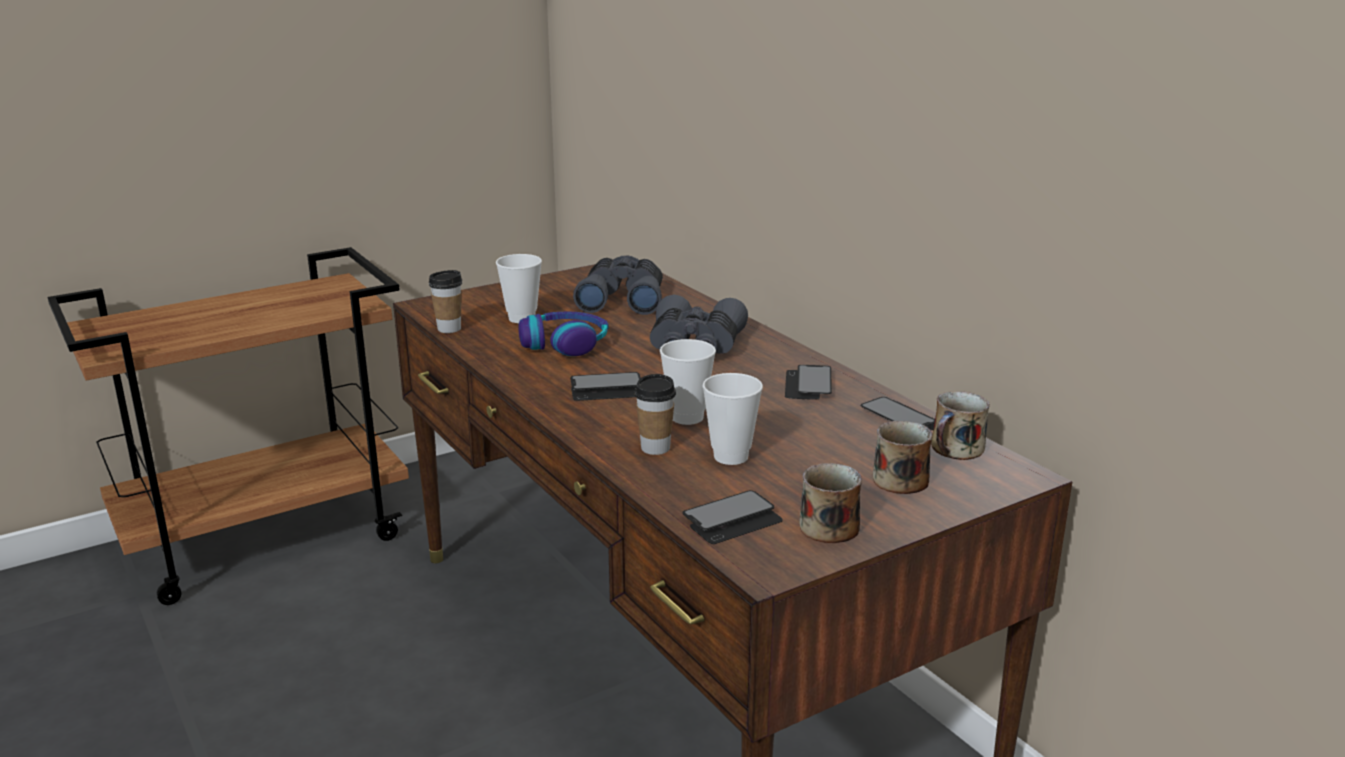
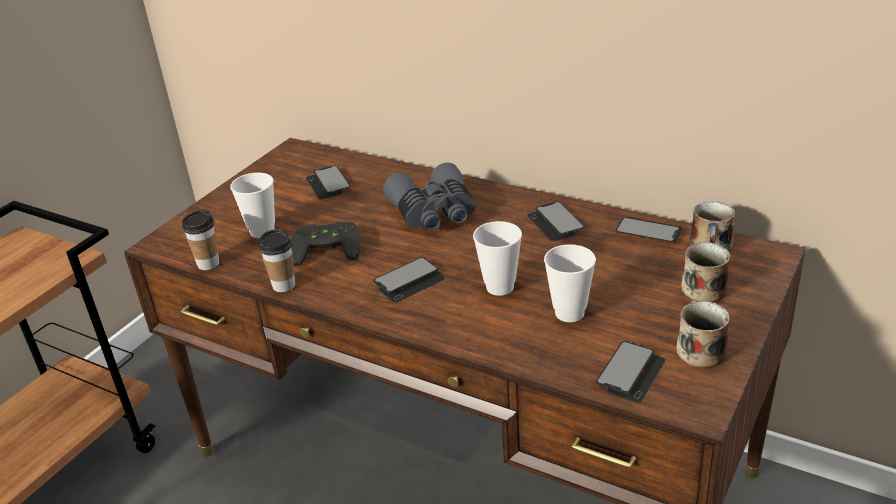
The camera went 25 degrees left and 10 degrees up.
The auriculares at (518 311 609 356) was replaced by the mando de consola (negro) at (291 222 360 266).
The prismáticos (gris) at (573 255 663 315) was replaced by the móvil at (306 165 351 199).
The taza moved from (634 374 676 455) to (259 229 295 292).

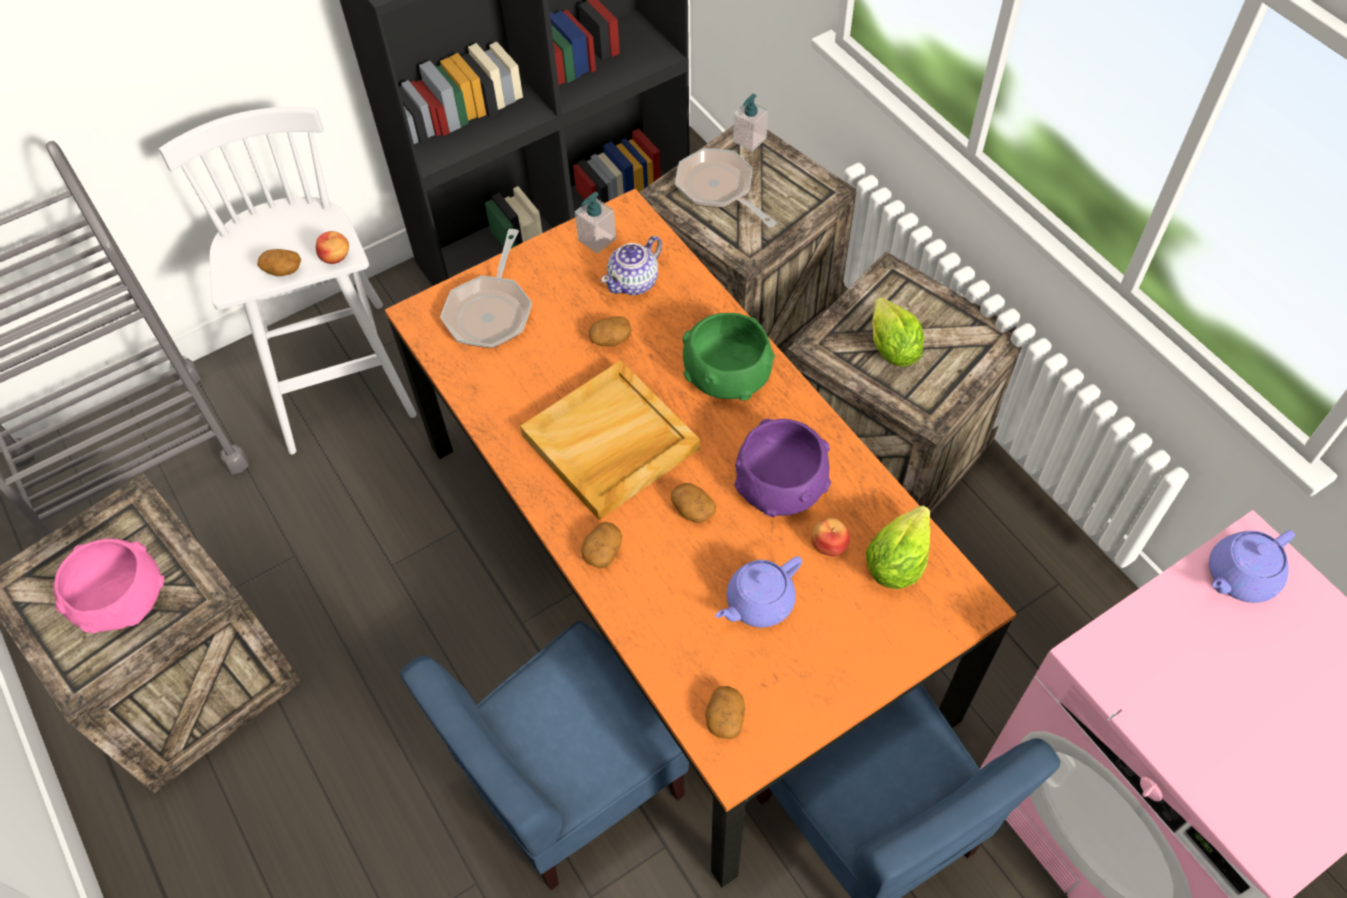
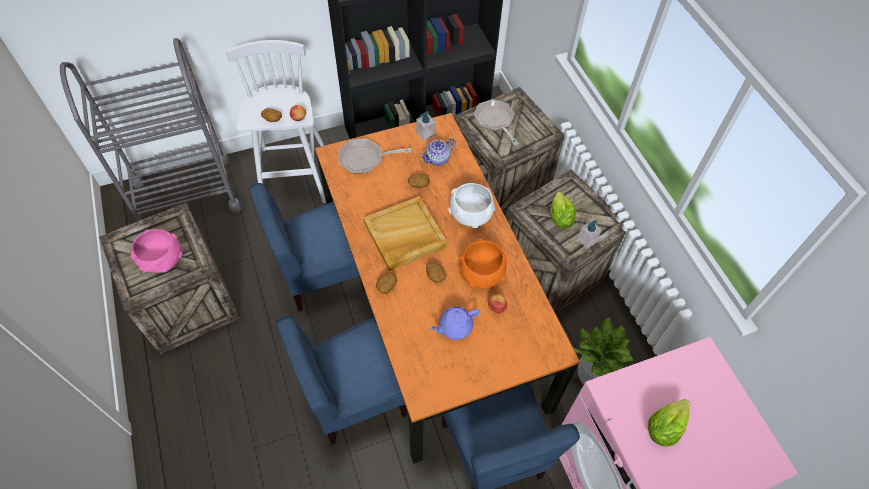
The camera went 10 degrees right and 0 degrees up.
The sartén at (440 229 532 348) turned 60 degrees clockwise.
The cuenco (verde) at (682 313 775 400) became the cuenco (blanco) at (448 183 495 228).
The patata at (705 686 745 739) disappeared.
The dispensador de jabón moved from (733 94 768 152) to (577 220 602 249).
The cuenco (morado) at (734 419 831 517) became the cuenco (naranja) at (458 239 508 289).
The lechuga moved from (866 506 930 589) to (648 399 690 447).
The tetera (morado) at (1209 530 1295 603) disappeared.
The silla (azul) at (249 183 365 312) appeared.
The planta en maceta at (573 317 633 385) appeared.

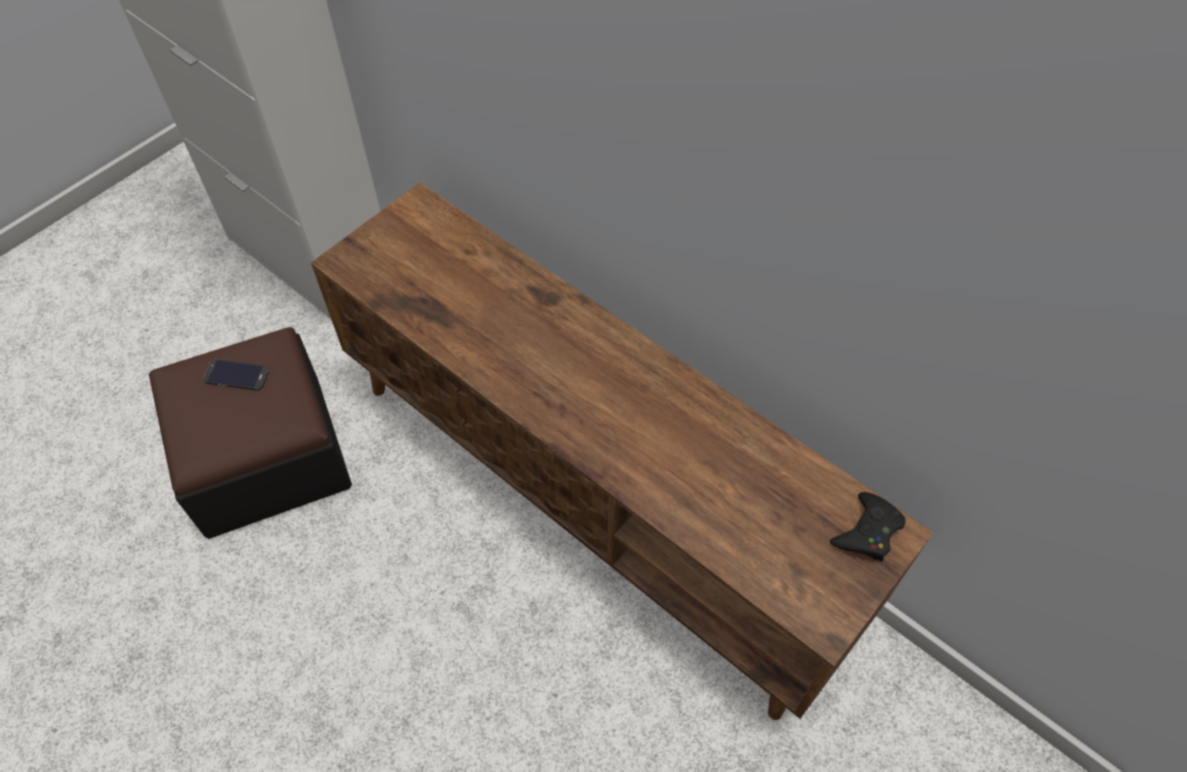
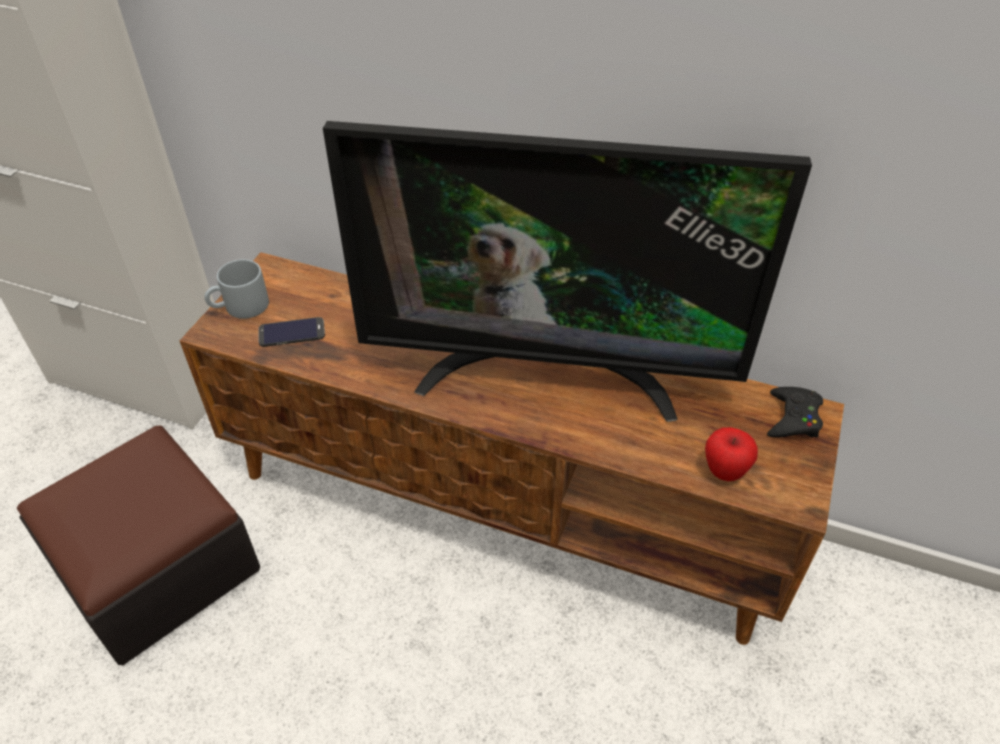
The camera went 20 degrees left and 10 degrees down.
The móvil moved from (203 359 269 390) to (258 317 325 347).
The taza grande (gris) at (205 259 269 319) appeared.
The televisor at (323 121 812 422) appeared.
The manzana at (705 427 758 481) appeared.

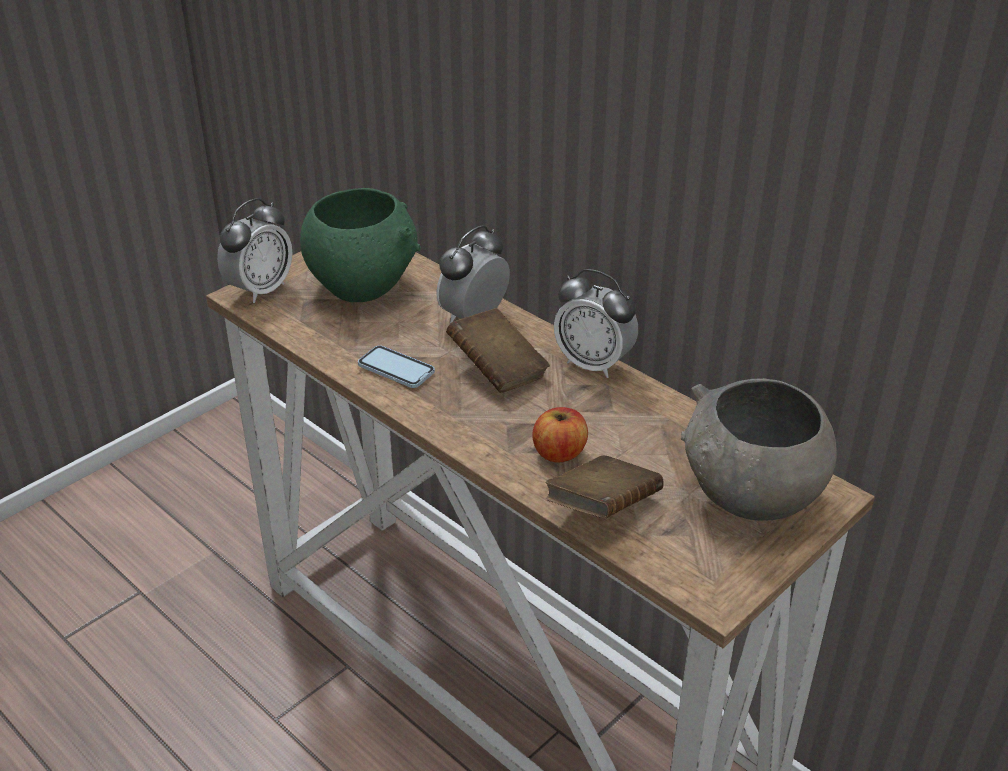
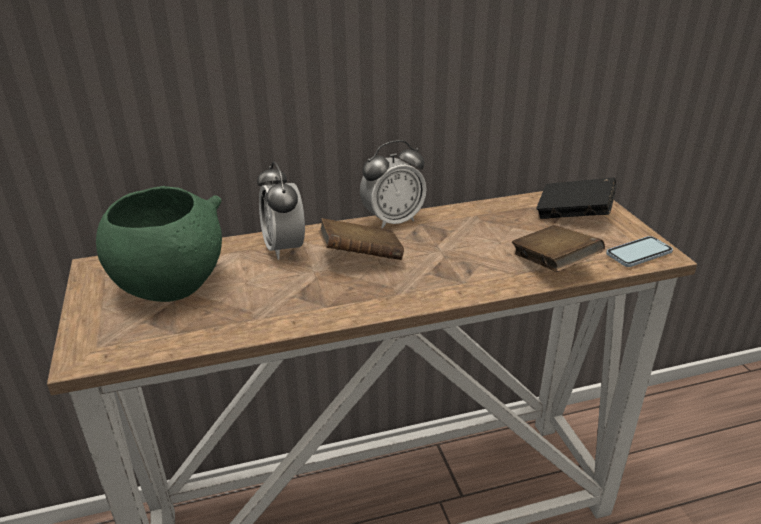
The camera went 60 degrees left and 5 degrees down.
The despertador at (217 198 293 303) disappeared.
The móvil moved from (358 345 435 388) to (606 236 673 267).
The manzana at (532 407 588 463) disappeared.
The cuenco (gris) at (681 378 837 521) was replaced by the libro (negro) at (536 177 617 219).

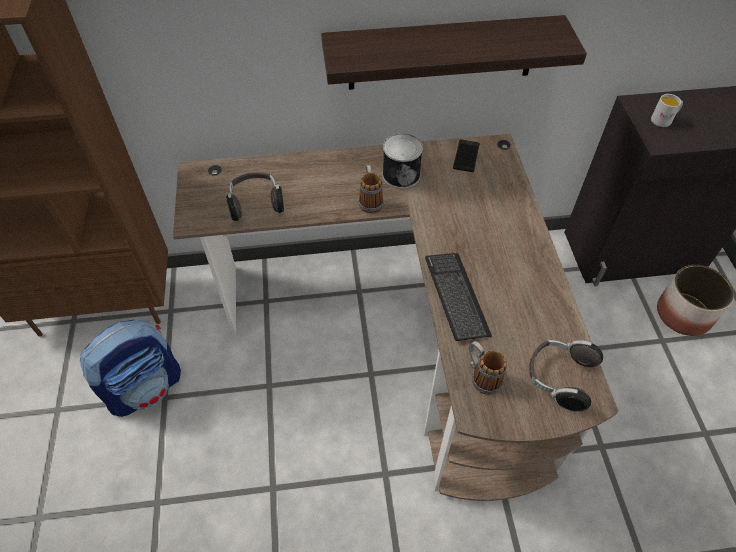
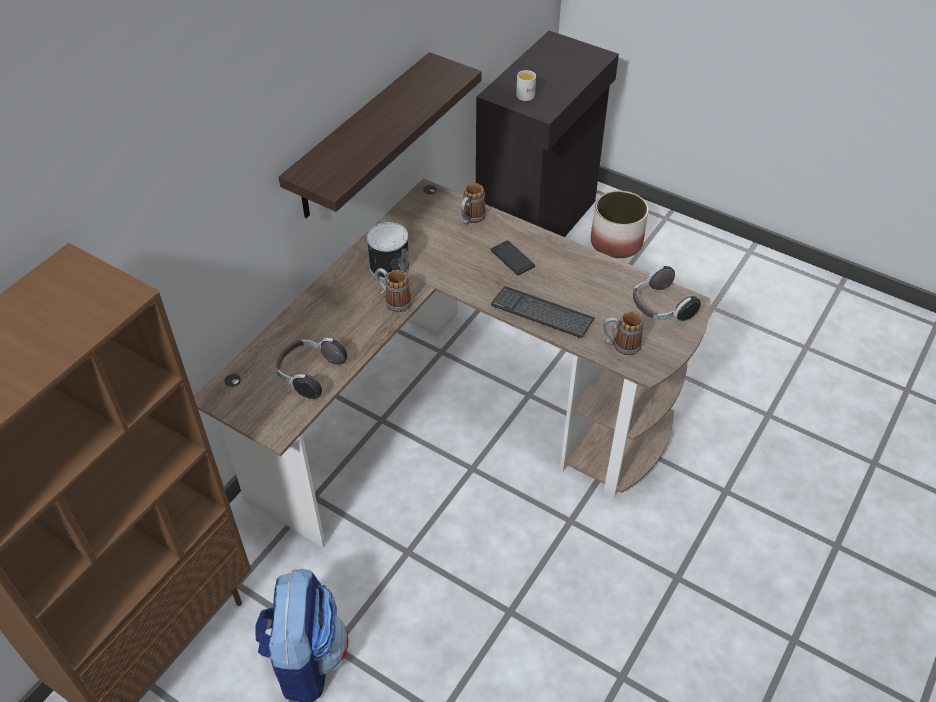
The camera went 50 degrees left and 5 degrees down.
The móvil moved from (453 140 480 172) to (490 240 535 275).
The taza grande at (461 183 486 224) appeared.

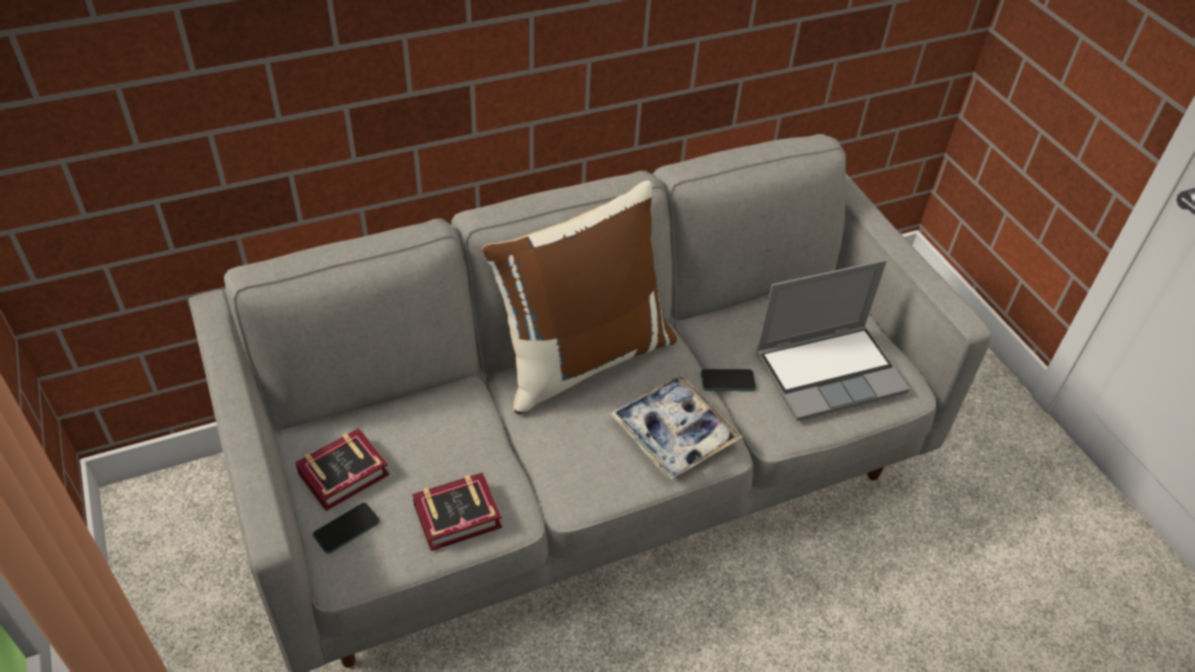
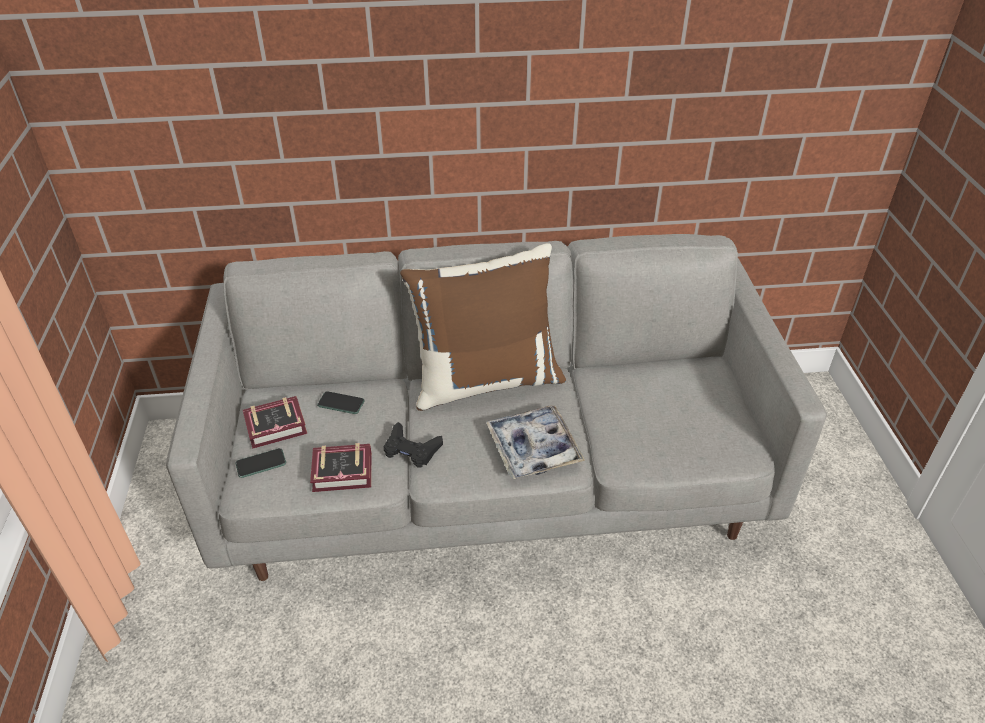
The camera went 20 degrees right and 5 degrees down.
The móvil moved from (701 369 756 391) to (317 391 365 414).
The portátil at (755 260 910 421) disappeared.
The mando de consola (negro) at (384 422 443 467) appeared.

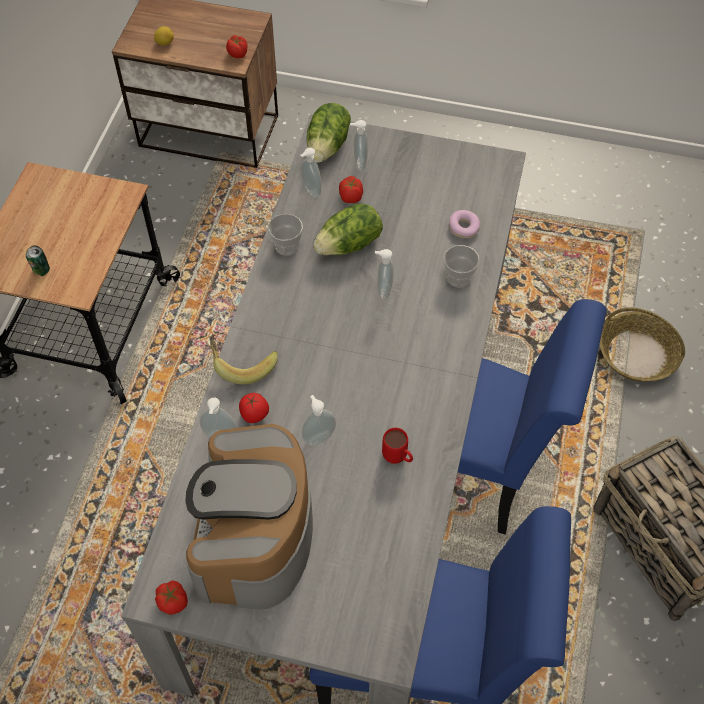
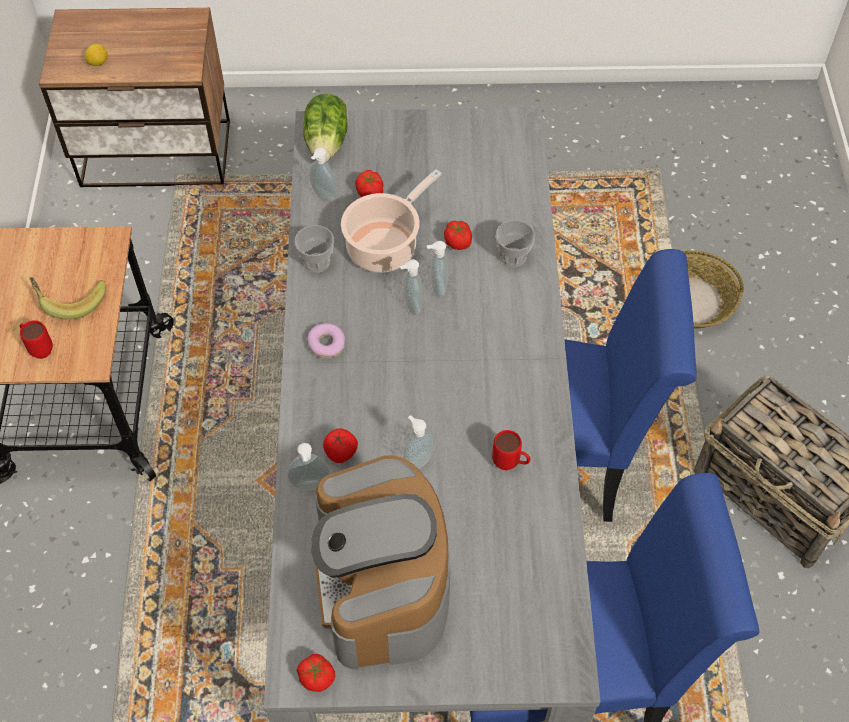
The camera went 15 degrees left and 0 degrees up.
The lata at (26 245 50 276) was replaced by the taza grande (rojo) at (20 320 53 359).
The plátano moved from (209 336 278 384) to (29 277 106 320).
The tomate moved from (226 35 248 58) to (444 220 472 250).
The lechuga at (313 204 383 255) was replaced by the olla at (341 169 442 273).
The dispensador de jabón moved from (350 120 368 171) to (400 259 423 315).
The rosquilla moved from (449 210 480 238) to (307 323 345 358).

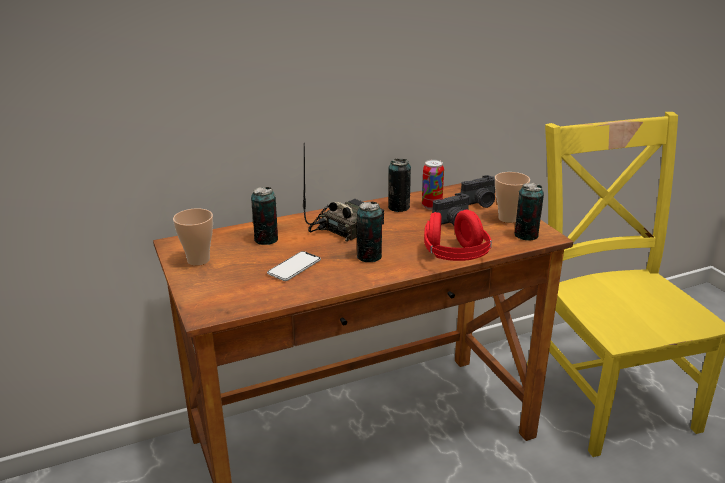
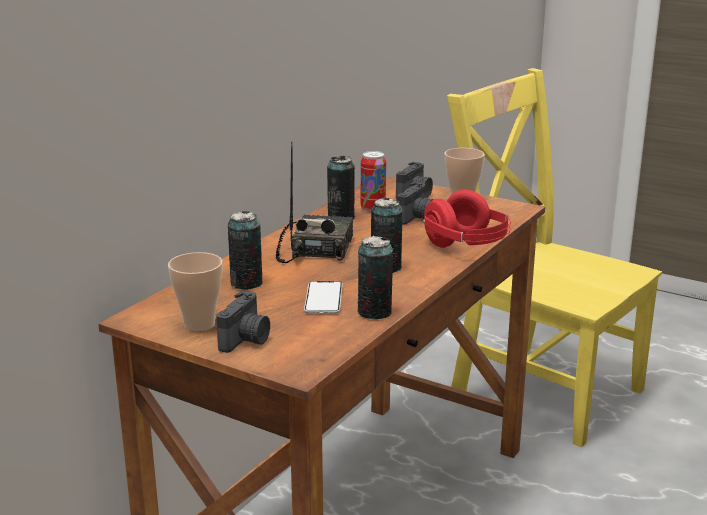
The camera went 35 degrees left and 5 degrees down.
The lata moved from (514 183 544 241) to (357 236 393 320).
The cámara at (216 291 270 353) appeared.

